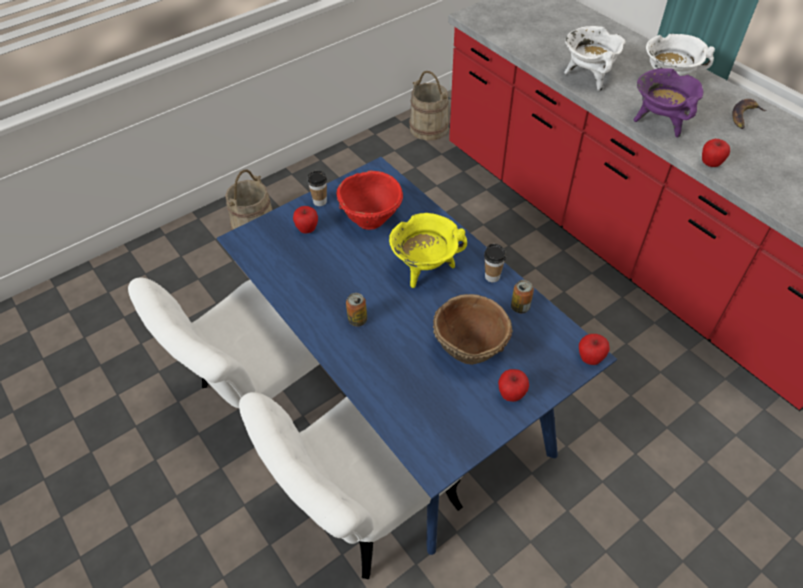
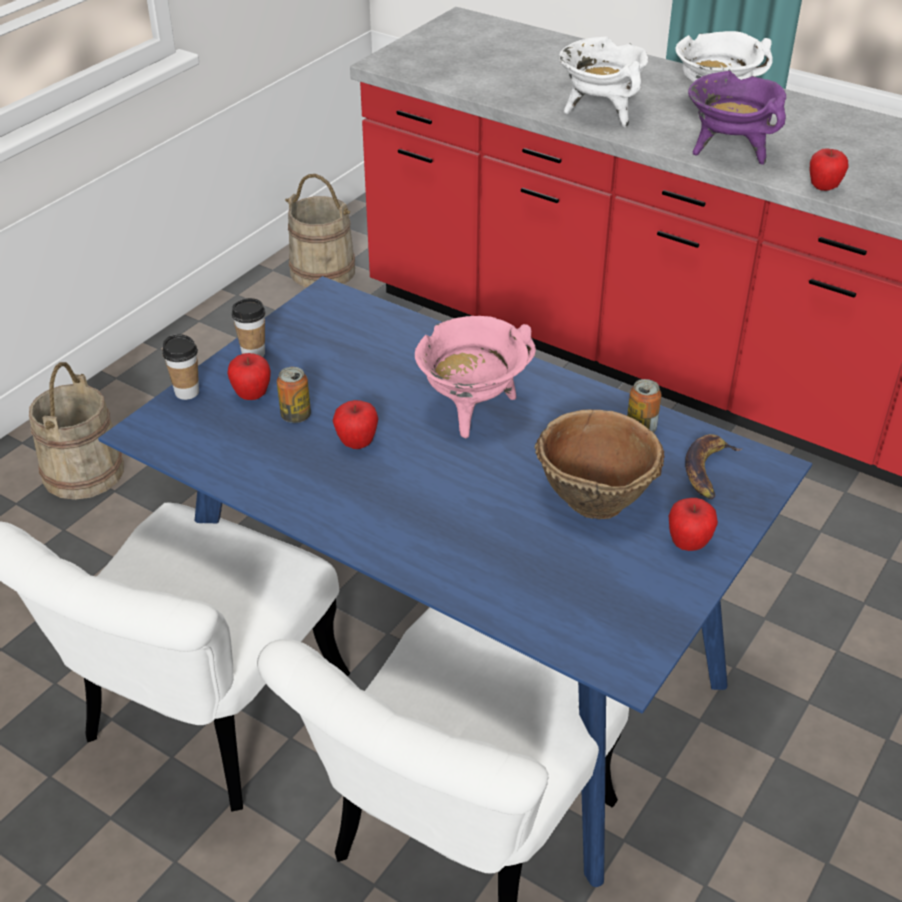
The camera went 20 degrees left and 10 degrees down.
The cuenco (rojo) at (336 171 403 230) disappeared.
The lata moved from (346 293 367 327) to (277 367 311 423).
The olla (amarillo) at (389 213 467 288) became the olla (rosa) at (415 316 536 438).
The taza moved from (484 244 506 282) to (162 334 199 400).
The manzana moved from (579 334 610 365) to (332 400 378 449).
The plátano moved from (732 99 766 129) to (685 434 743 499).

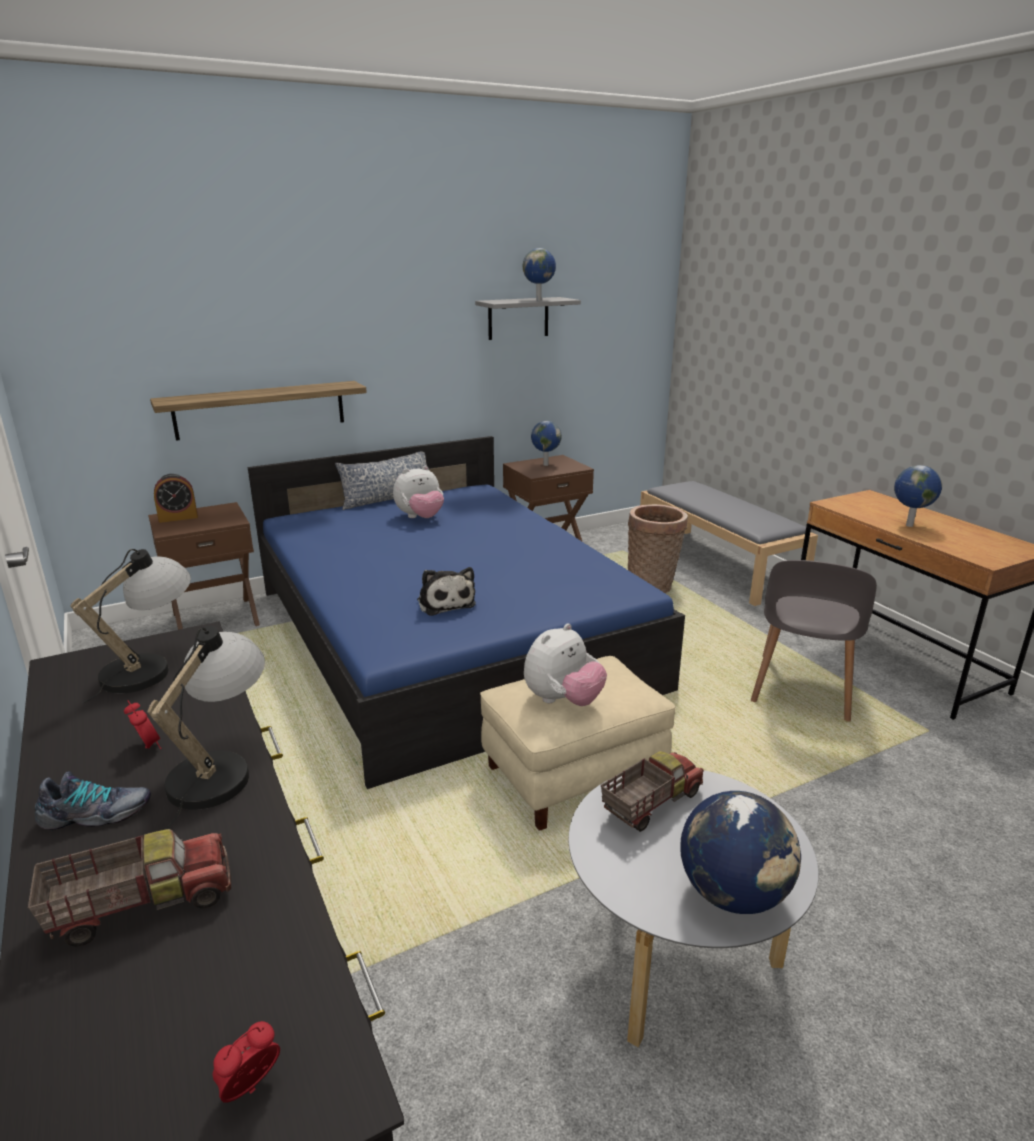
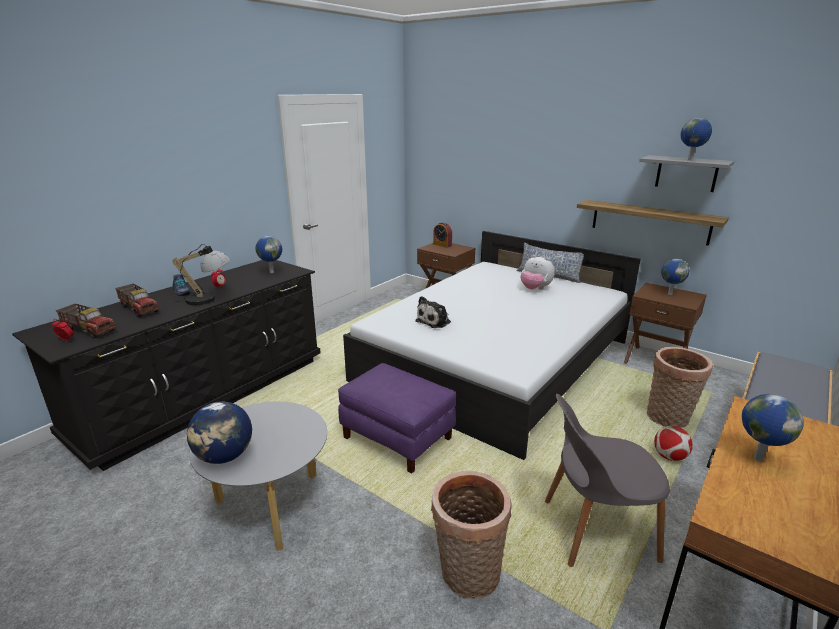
The camera went 65 degrees right and 0 degrees up.
The lámpara de mesa at (70 549 191 703) was replaced by the globo terráqueo at (255 236 282 273).
The estante moved from (150 381 367 441) to (577 200 729 245).
The cama (azul) at (248 436 685 789) became the cama (blanco) at (343 231 641 460).
The puf (beis) at (480 656 675 831) became the puf (morado) at (338 363 456 474).
The peluche at (524 623 607 706) disappeared.
The camión de juguete moved from (601 751 704 832) to (56 304 116 338).
The cesta at (431 471 512 599) appeared.
The balón de fútbol at (654 426 693 461) appeared.

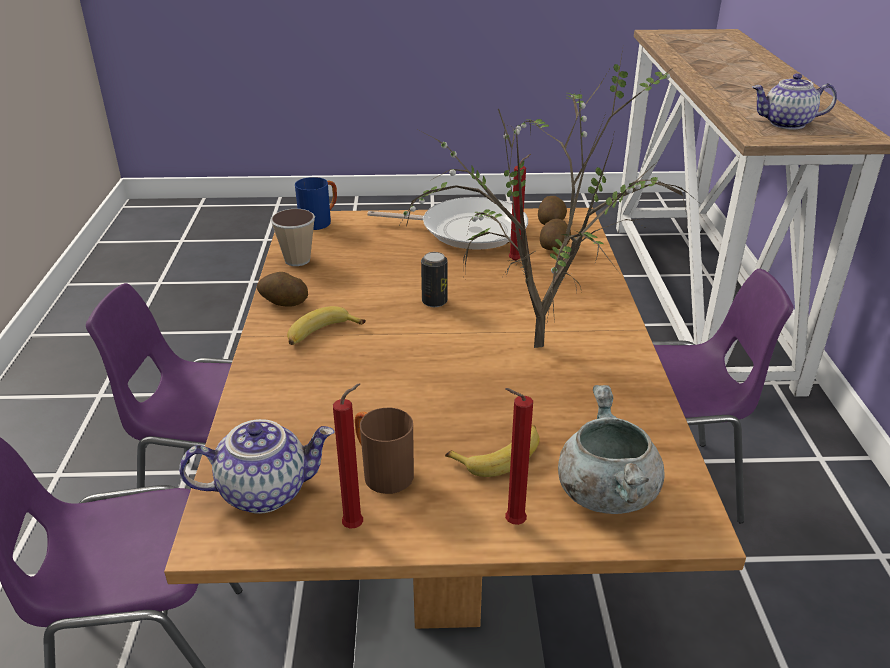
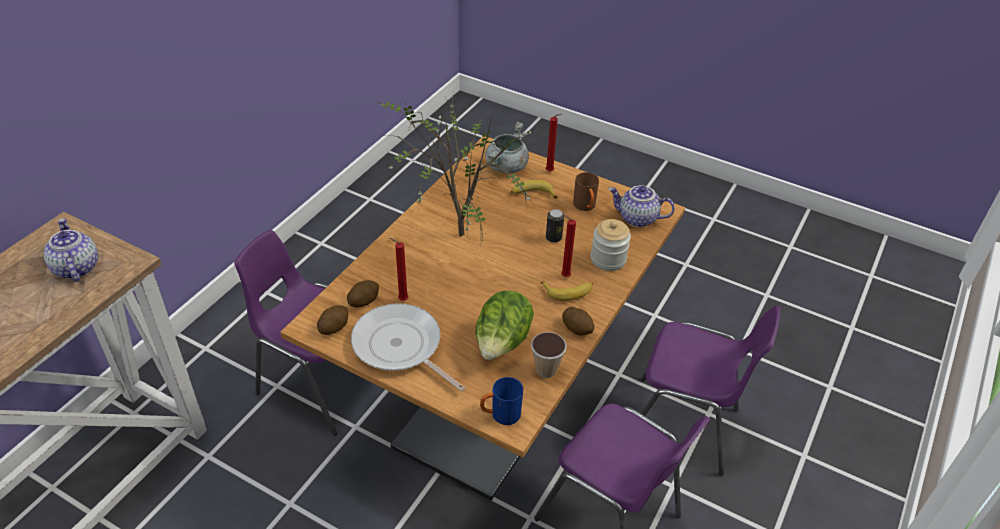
The camera went 150 degrees left and 10 degrees up.
The vela (rojo) moved from (333 383 363 528) to (561 215 576 277).
The lata moved from (421 252 448 307) to (546 209 564 243).
The tetera at (752 73 837 130) turned 150 degrees counterclockwise.
The lechuga at (475 290 534 360) appeared.
The tarro at (591 219 631 271) appeared.

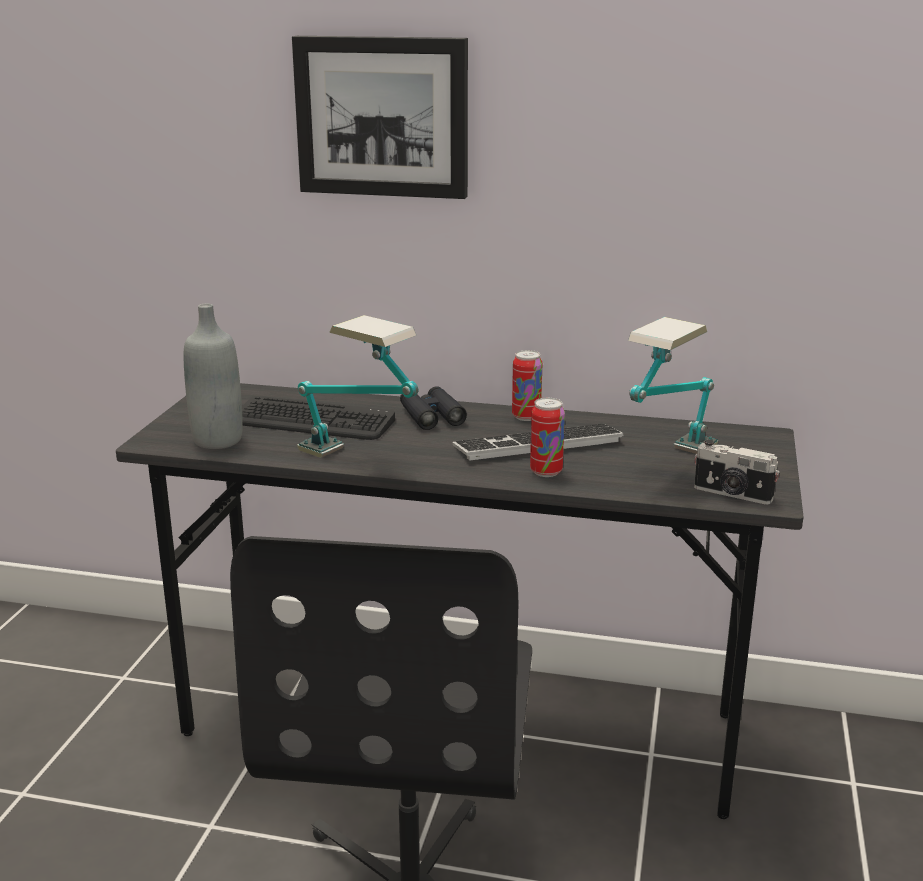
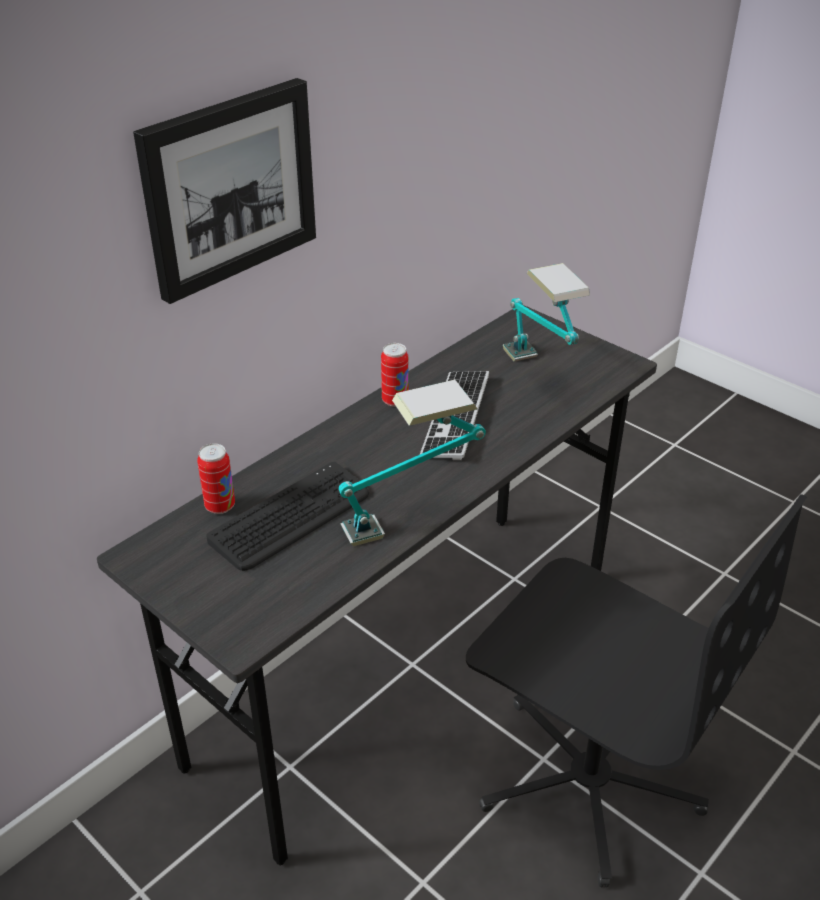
The camera went 60 degrees left and 15 degrees up.
The botella (gris) at (184 304 243 449) disappeared.
The prismáticos (negro) at (400 386 467 430) disappeared.
The lata moved from (530 398 565 477) to (197 444 235 514).
The cámara at (694 440 780 505) disappeared.

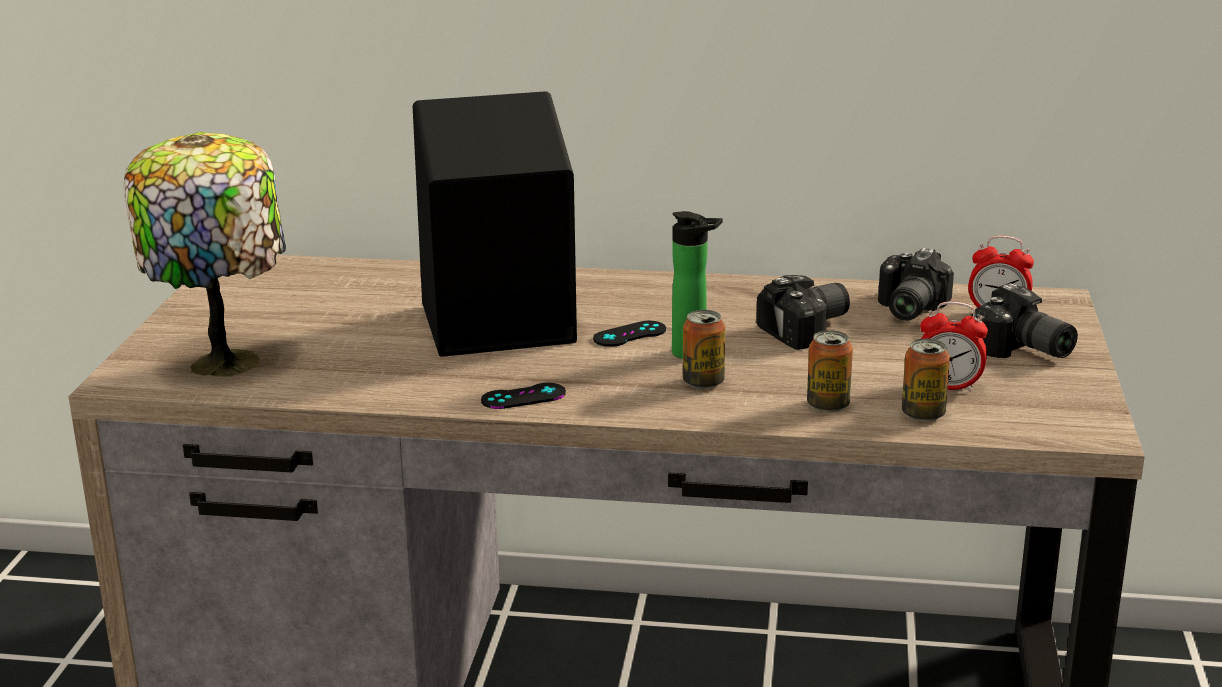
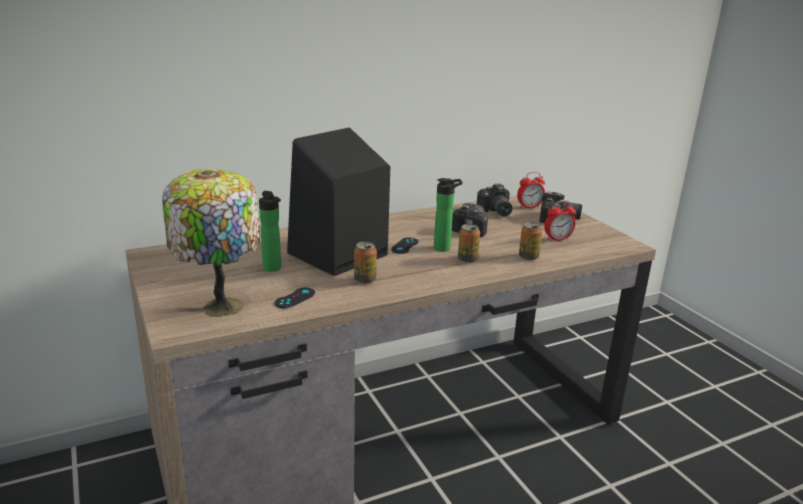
The camera went 35 degrees left and 0 degrees up.
The mando de consola (negro) moved from (481 383 566 409) to (274 288 315 308).
The lata moved from (902 339 950 422) to (354 242 377 284).
The botella at (259 191 281 272) appeared.

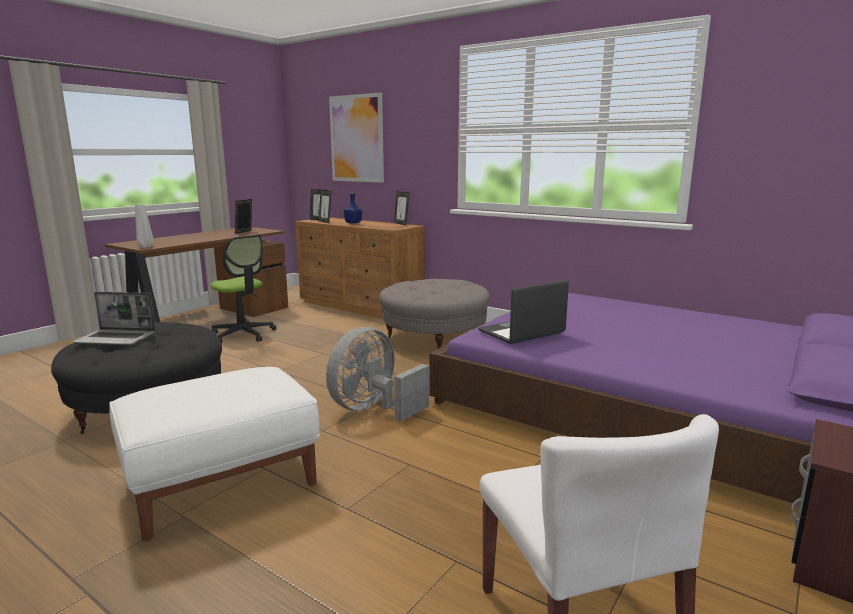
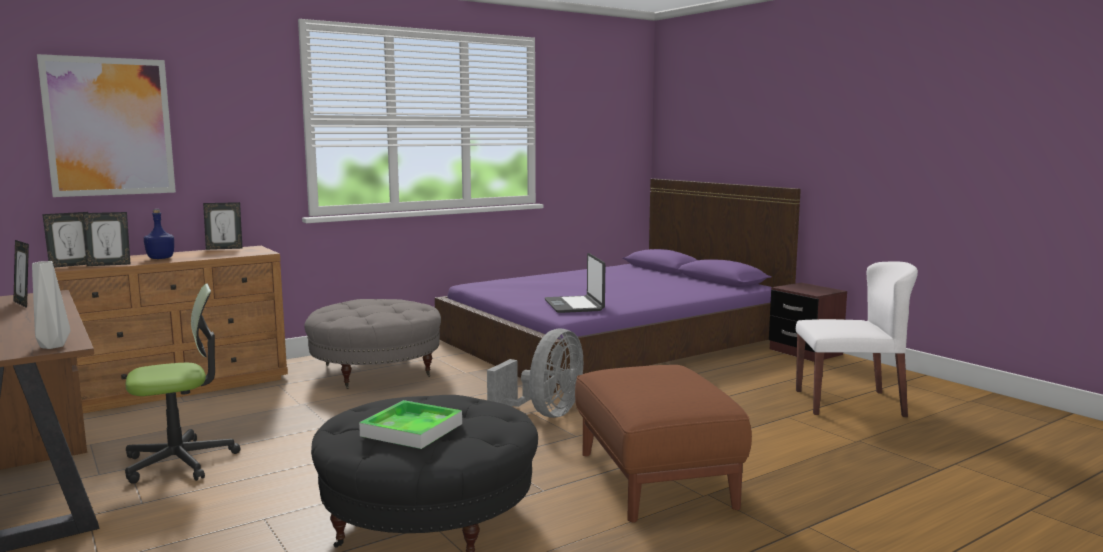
The camera went 70 degrees left and 5 degrees down.
The portátil at (73 292 156 345) was replaced by the bandeja at (359 400 462 449).
The puf (blanco) at (109 367 320 541) became the puf (marrón) at (575 365 752 523).
The ventilador (gris) at (326 327 429 422) turned 120 degrees counterclockwise.

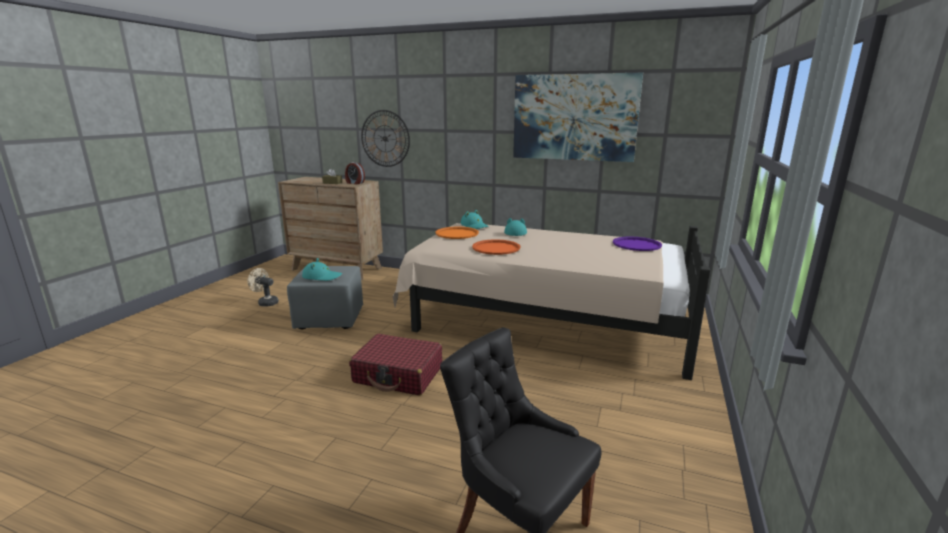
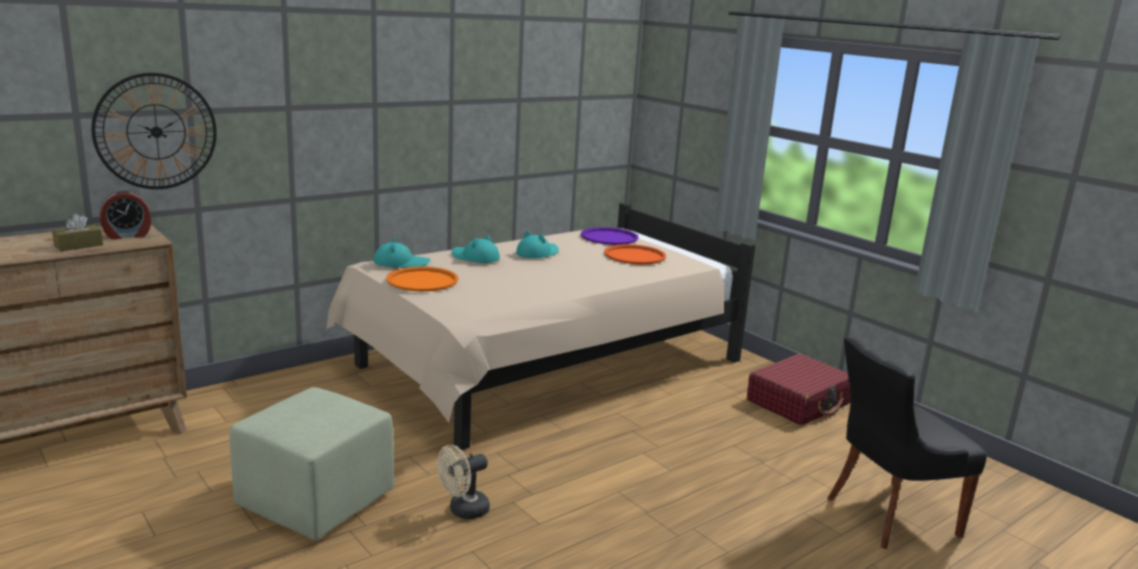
The camera went 60 degrees left and 0 degrees up.
The ventilador (beis) moved from (248 268 279 307) to (437 444 490 519).
The puf (gris) at (287 266 363 330) became the puf (verde) at (230 387 394 541).
The sombrero (turquesa) moved from (302 258 342 281) to (516 231 559 258).
The maleta (rojo) moved from (349 334 442 395) to (747 354 850 425).
The bandeja (naranja) moved from (472 240 520 255) to (604 244 666 265).
The cuadro at (513 73 643 162) disappeared.

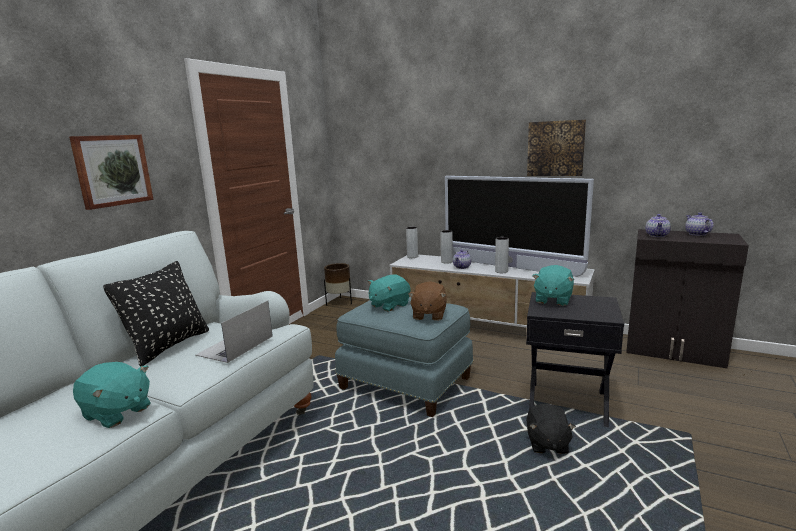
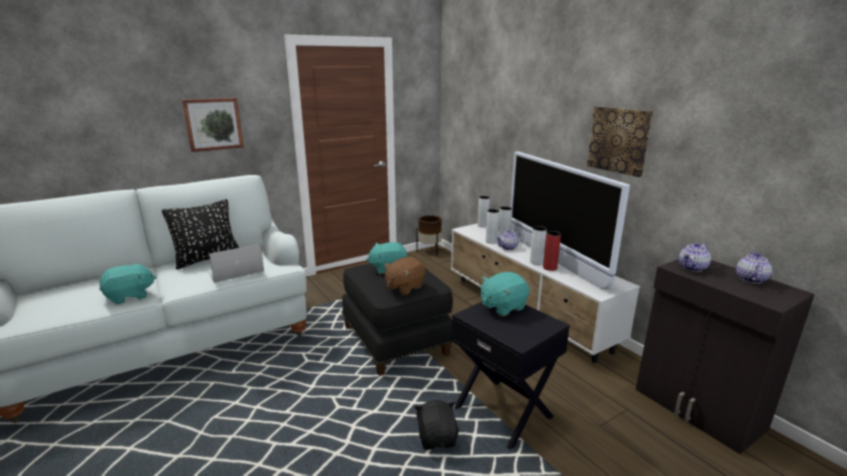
The camera went 30 degrees right and 5 degrees up.
The peluche (turquesa) at (73 362 151 428) turned 90 degrees counterclockwise.
The puf (azul) at (335 297 473 417) became the puf (negro) at (342 263 453 376).
The peluche (negro) at (526 404 576 454) turned 135 degrees clockwise.
The florero (gris) at (486 209 500 244) appeared.
The florero (rojo) at (543 231 561 271) appeared.

